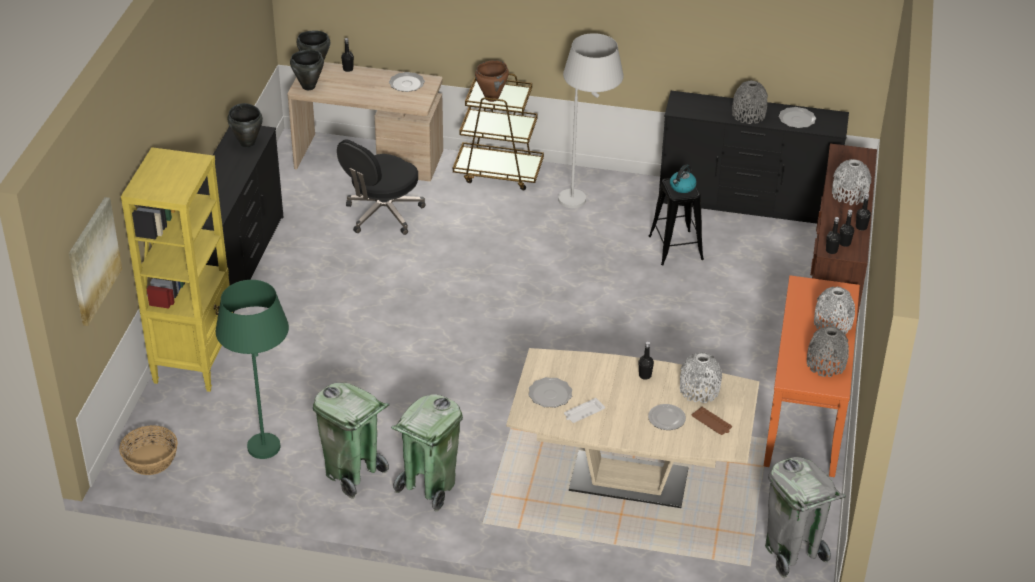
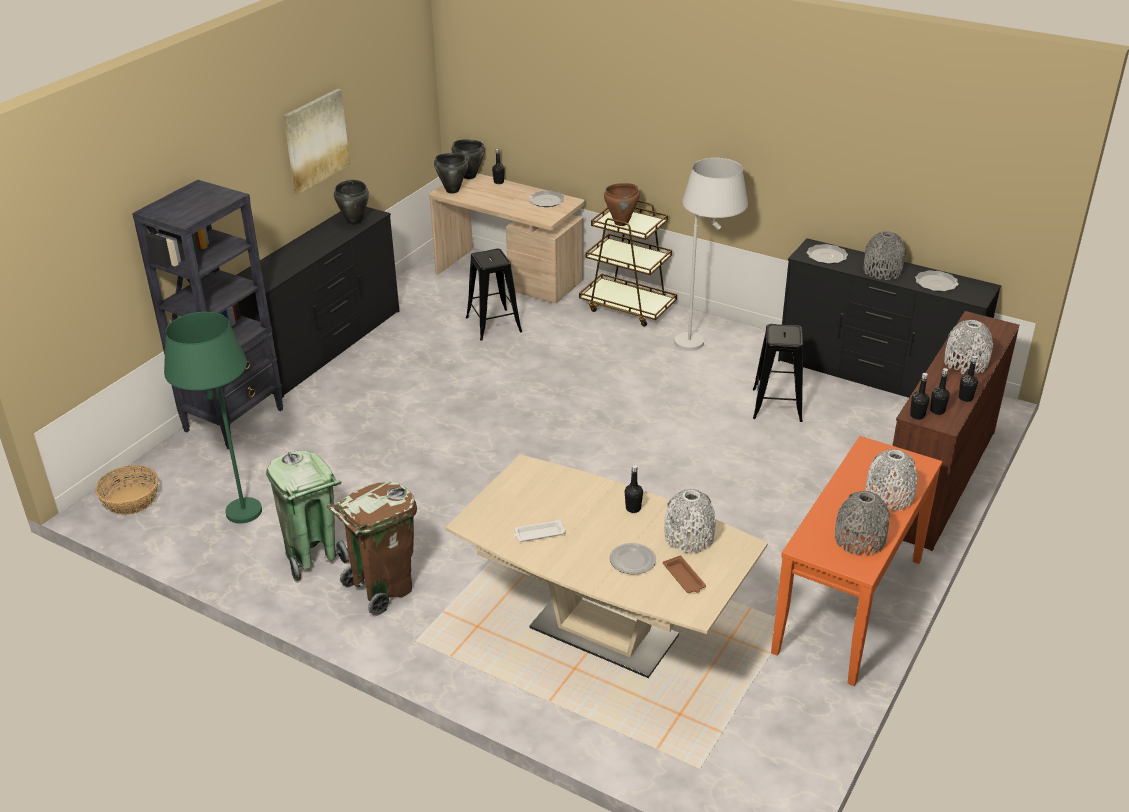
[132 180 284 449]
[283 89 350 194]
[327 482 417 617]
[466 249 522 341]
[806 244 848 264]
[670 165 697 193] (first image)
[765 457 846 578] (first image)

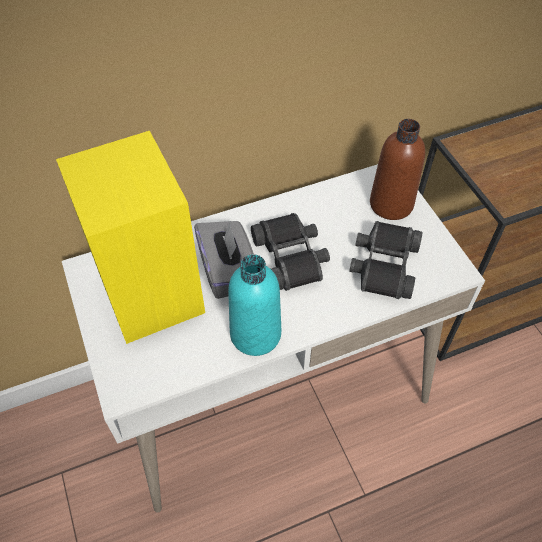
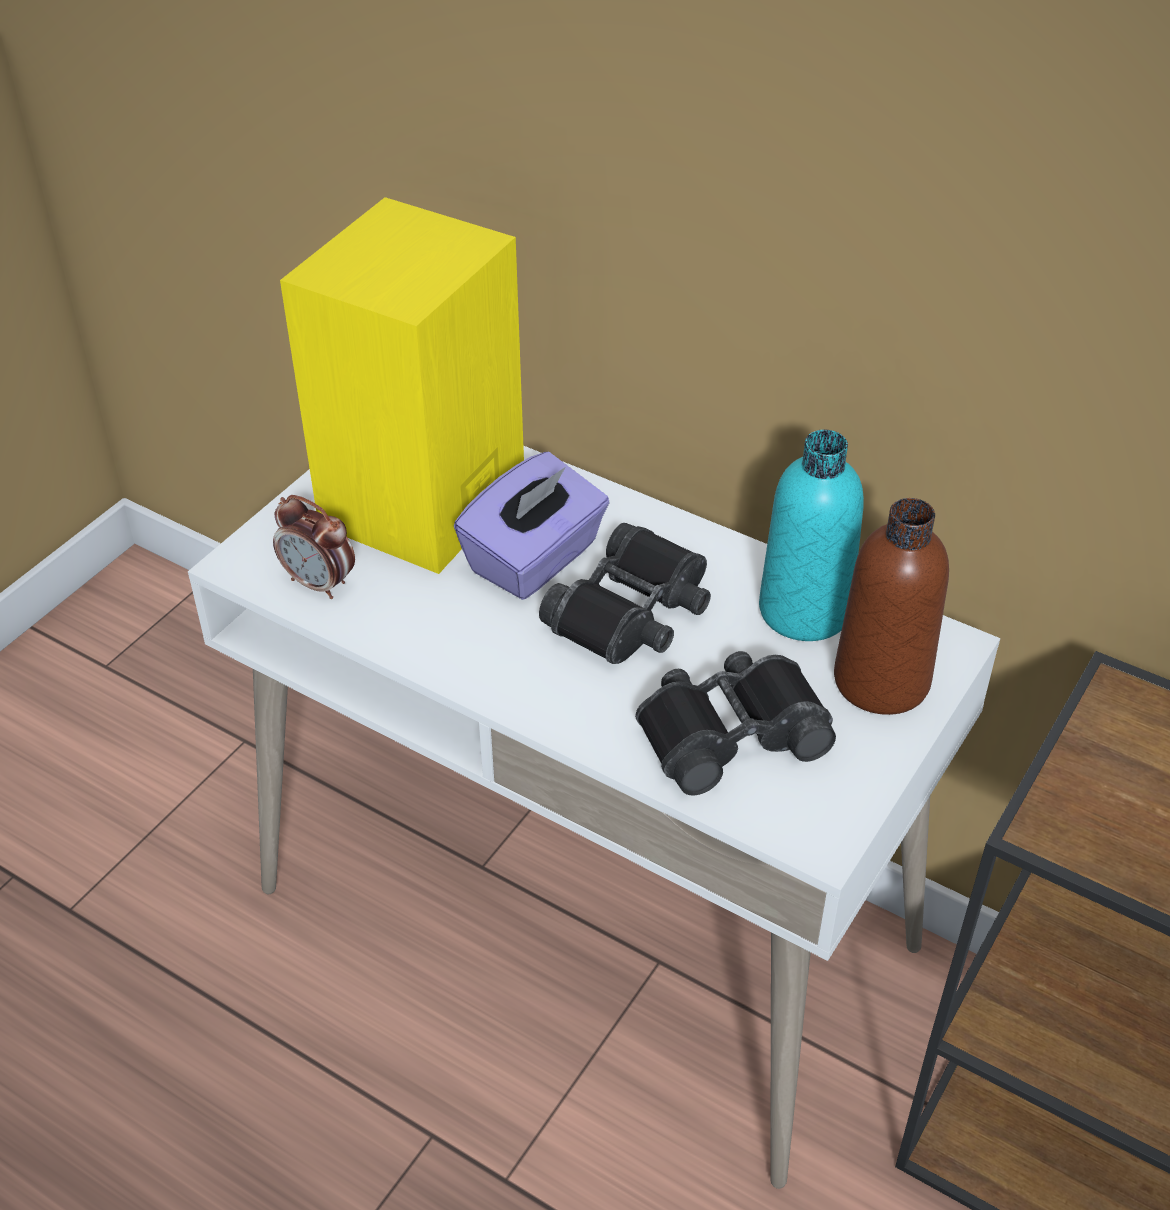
[273 495 355 599]
[454 452 610 600]
[759 430 864 641]

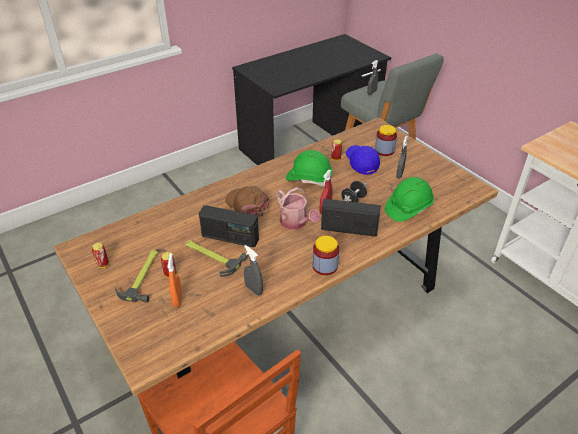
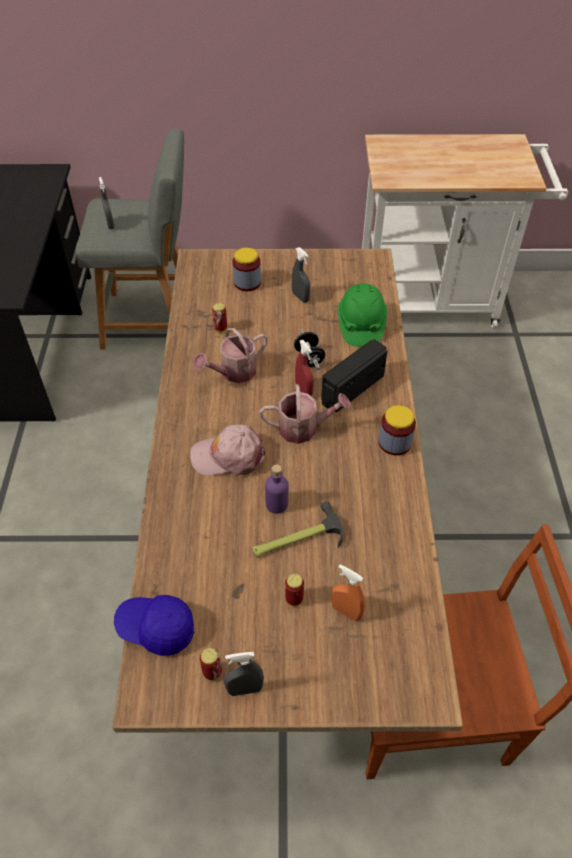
[114 595 194 656]
[190 425 266 476]
[193 328 268 383]
[224 652 264 696]
[265 464 288 514]
[115 250 158 303] (first image)

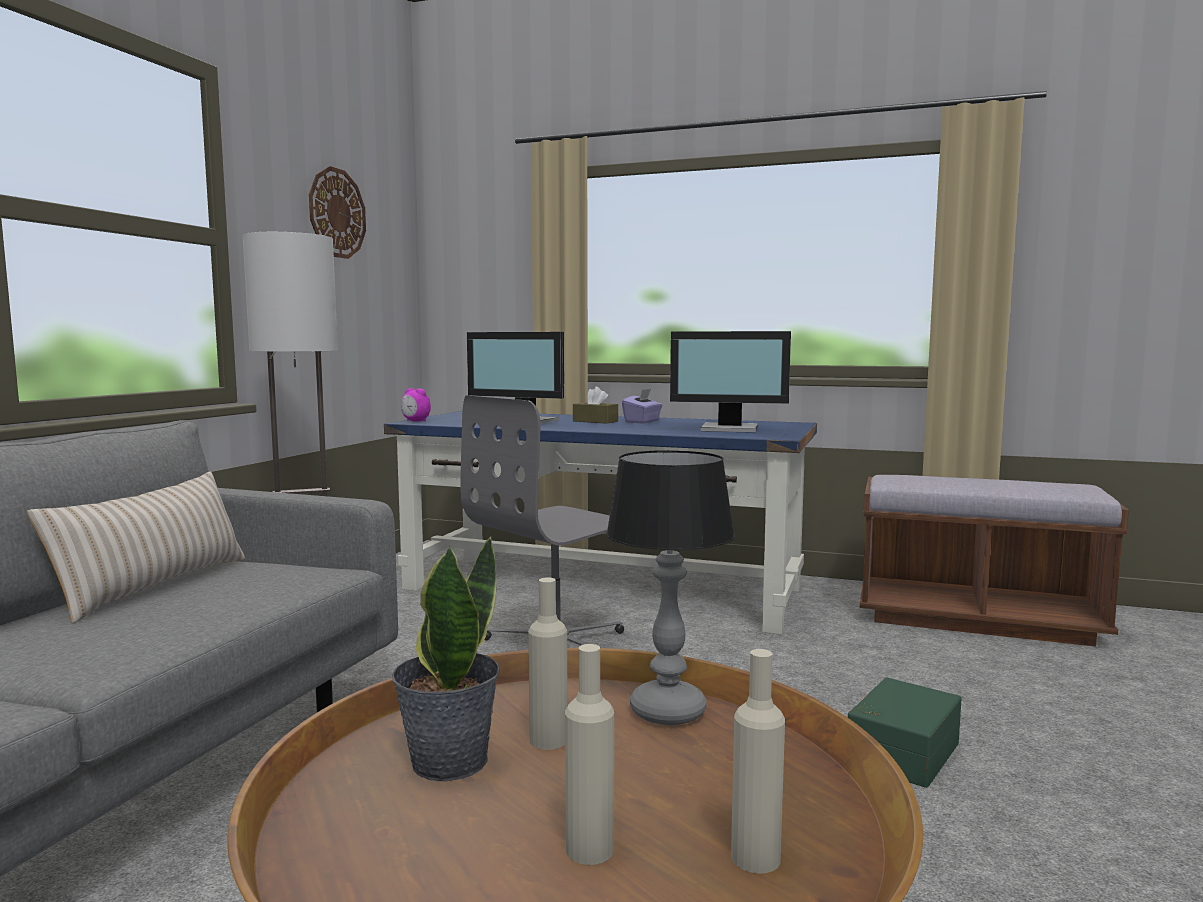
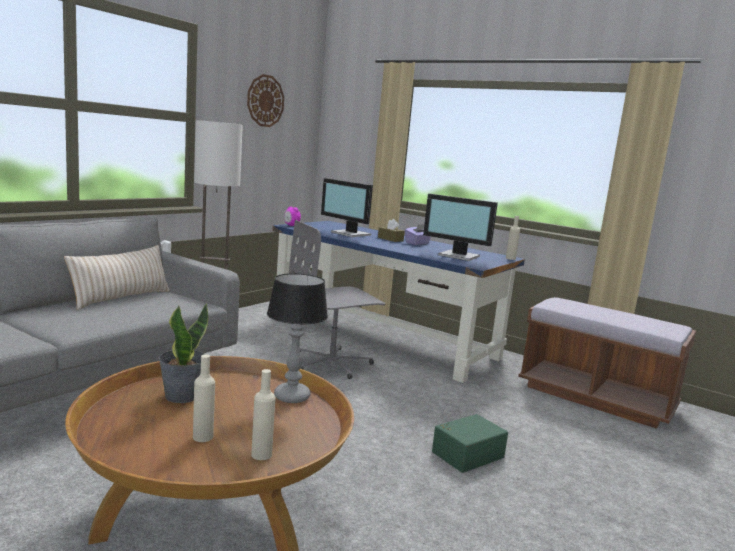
[506 216 520 260]

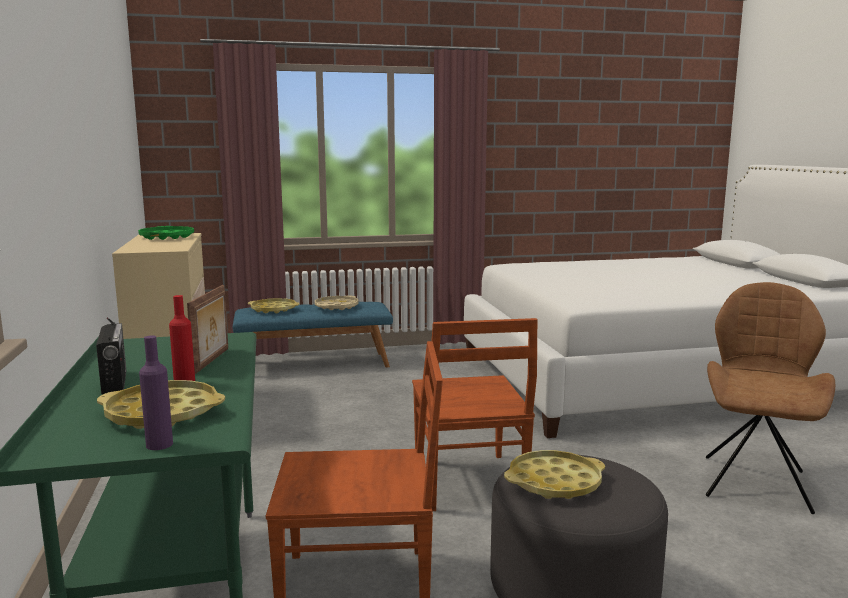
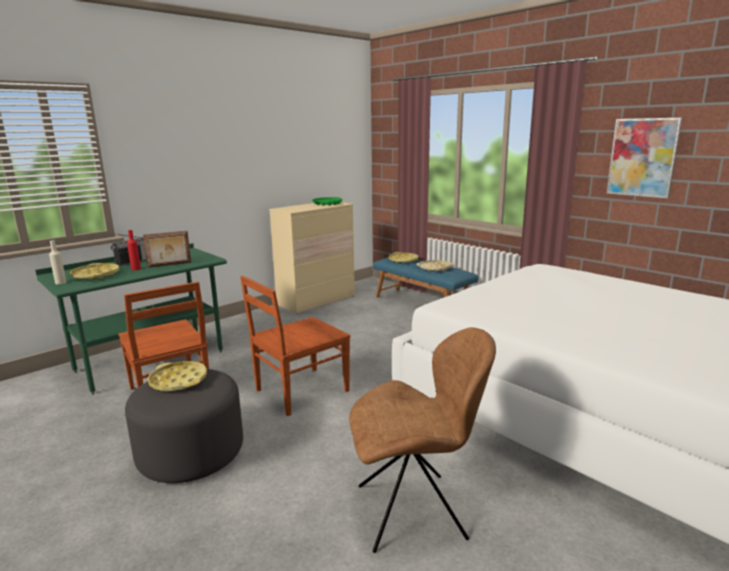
[49 240 66 285]
[607 118 682 198]

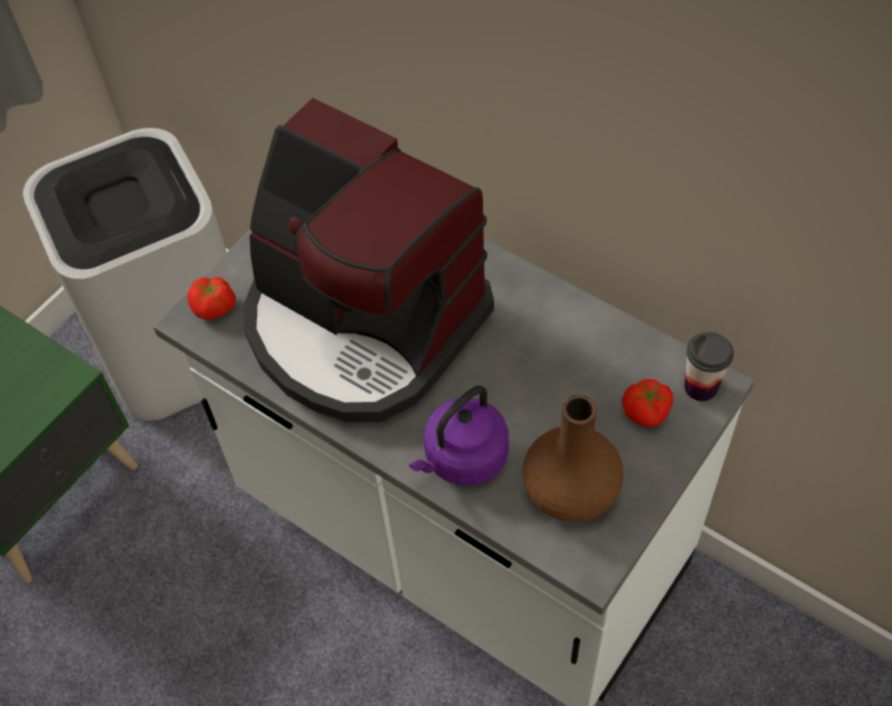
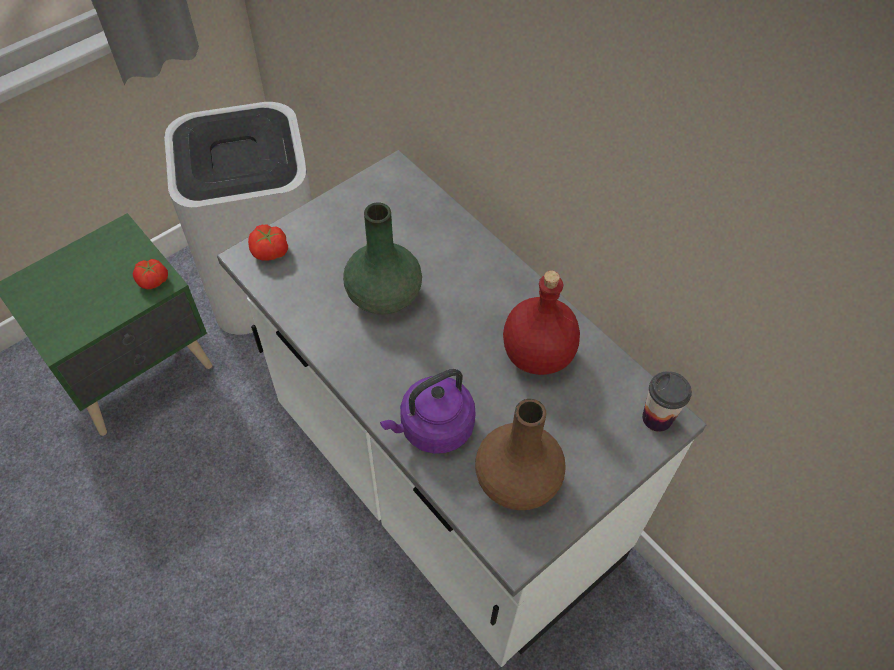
[133 259 168 289]
[343 202 422 315]
[503 270 580 375]

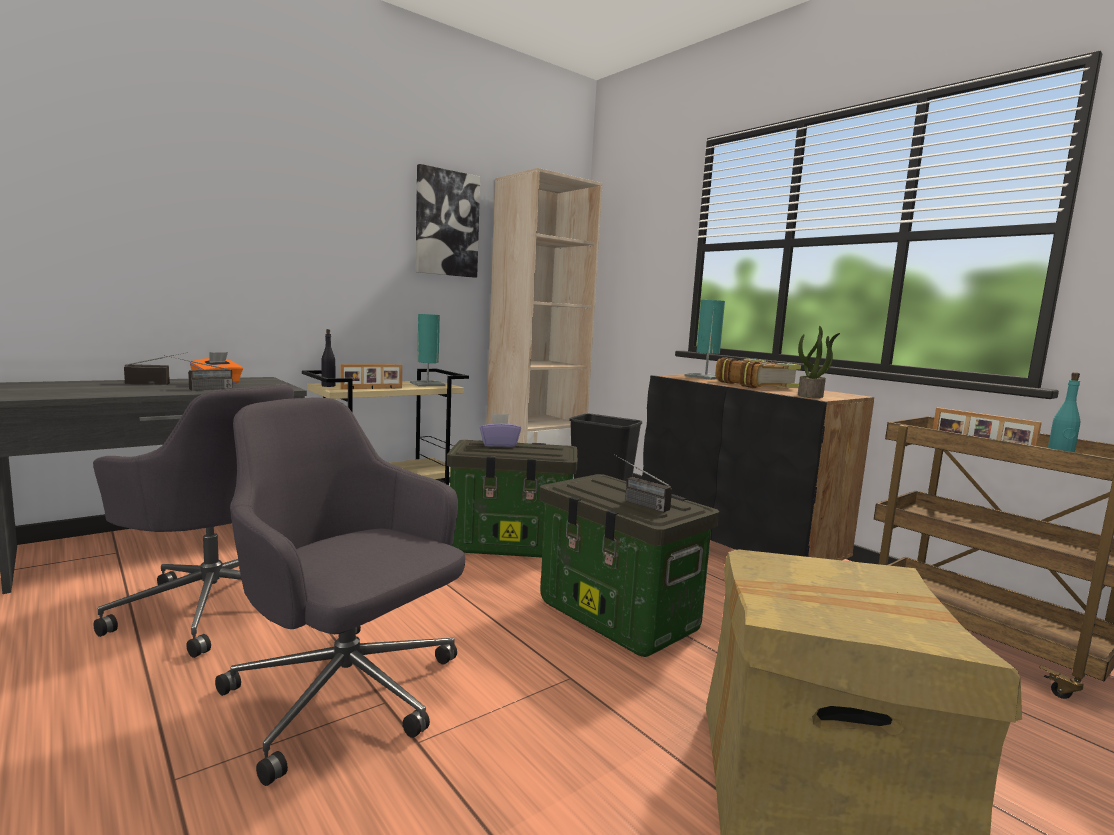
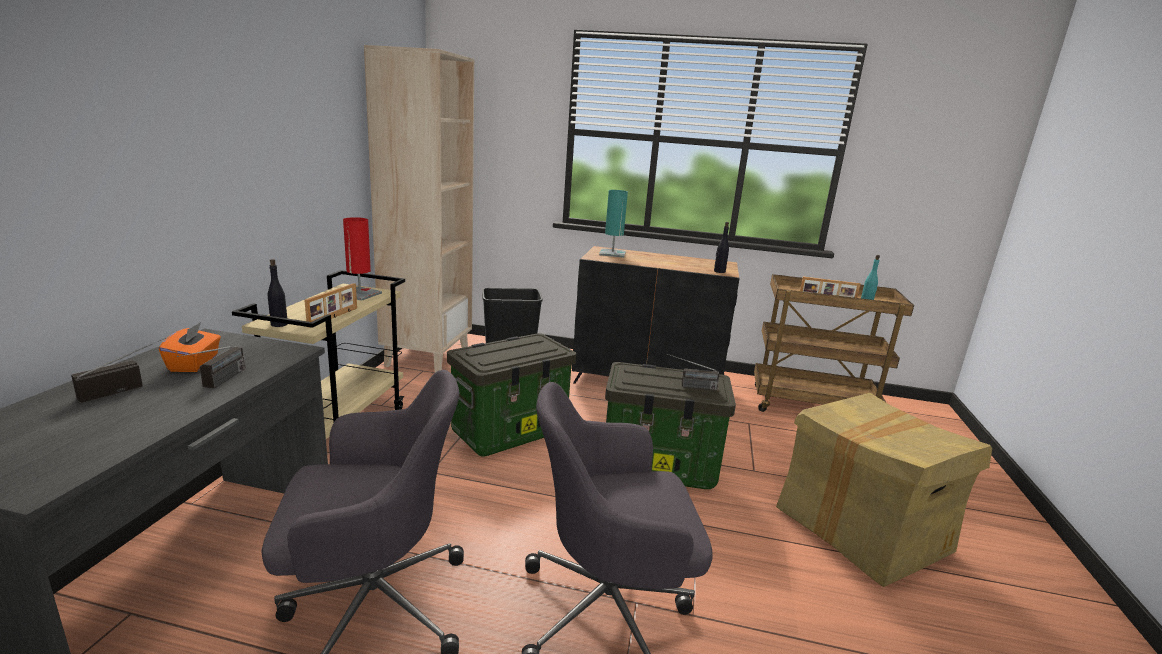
[343 217 382 301]
[714 222 729 273]
[415 164 480 278] (first image)
[480 414 521 447] (first image)
[715 357 801 388] (first image)

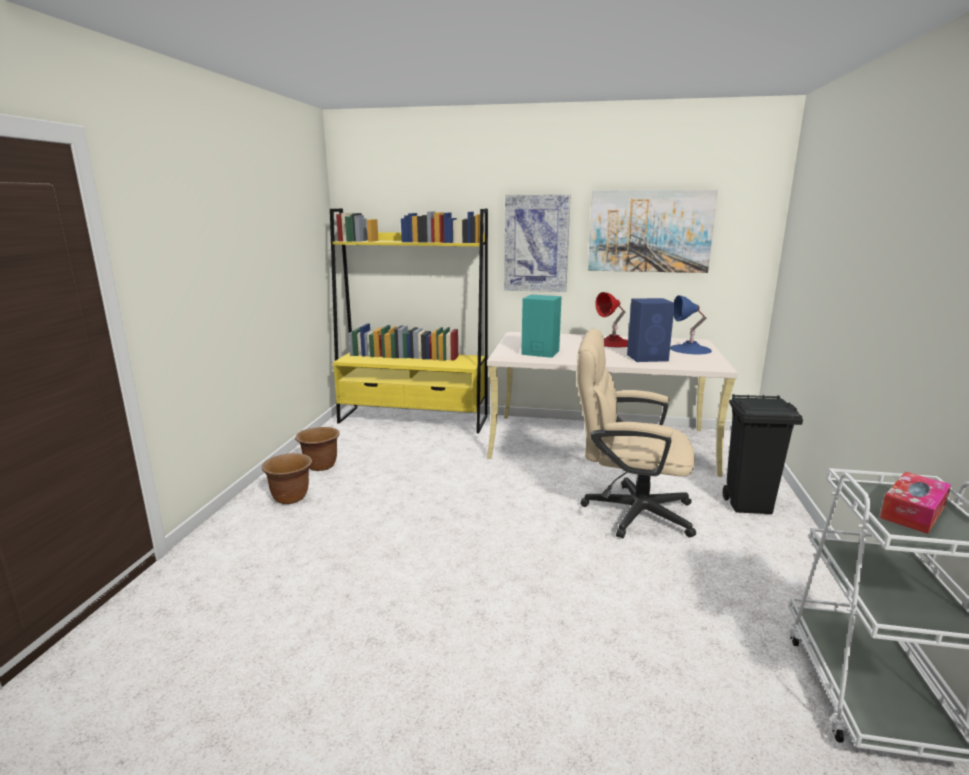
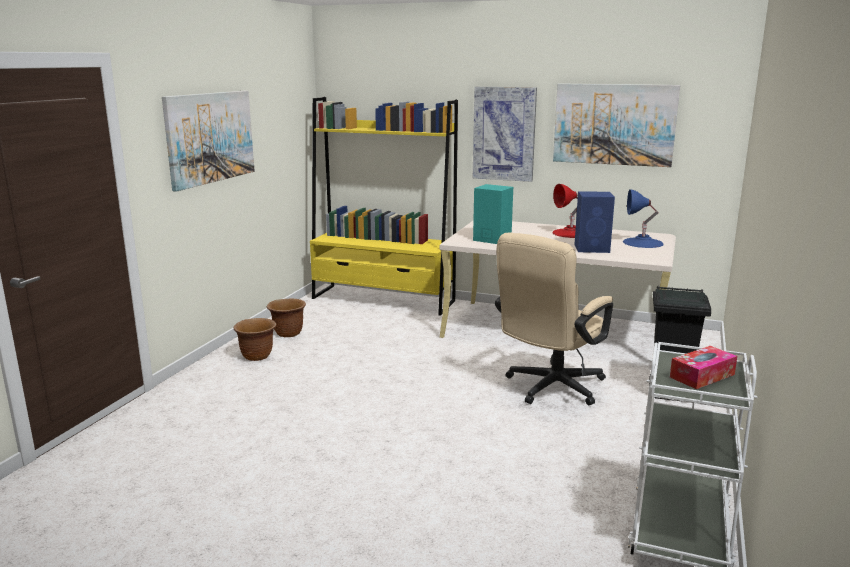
[162 91 255 192]
[495 233 613 405]

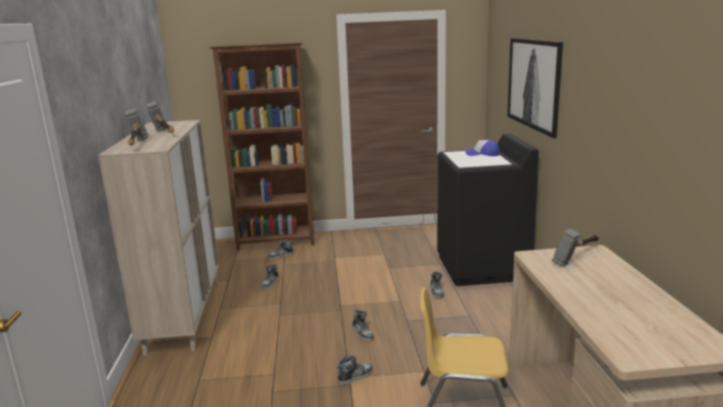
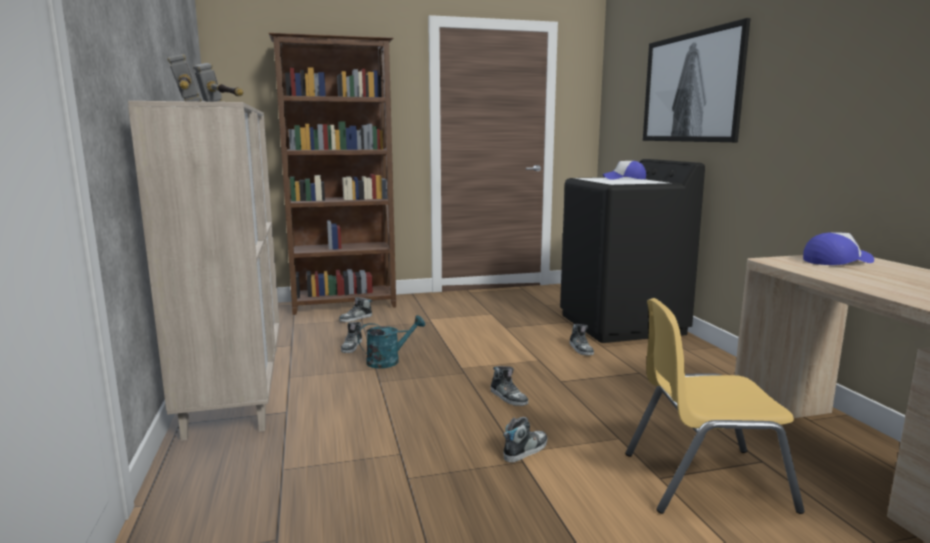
[358 315 425 369]
[803 233 874 265]

